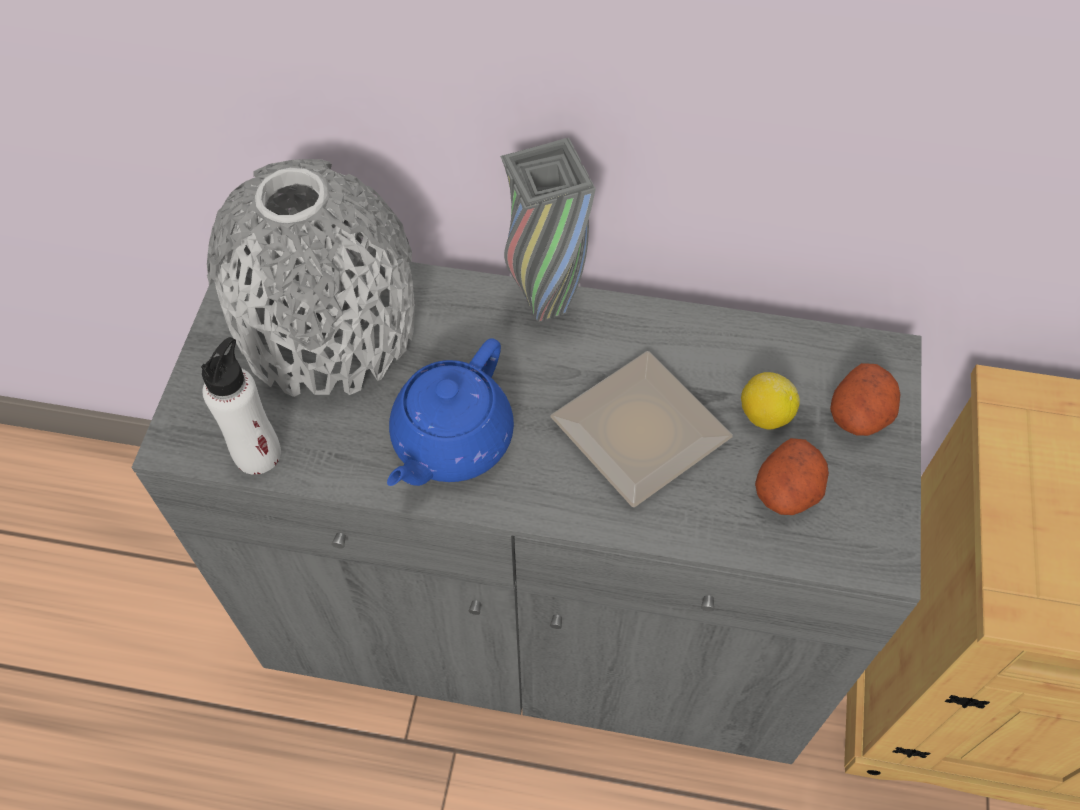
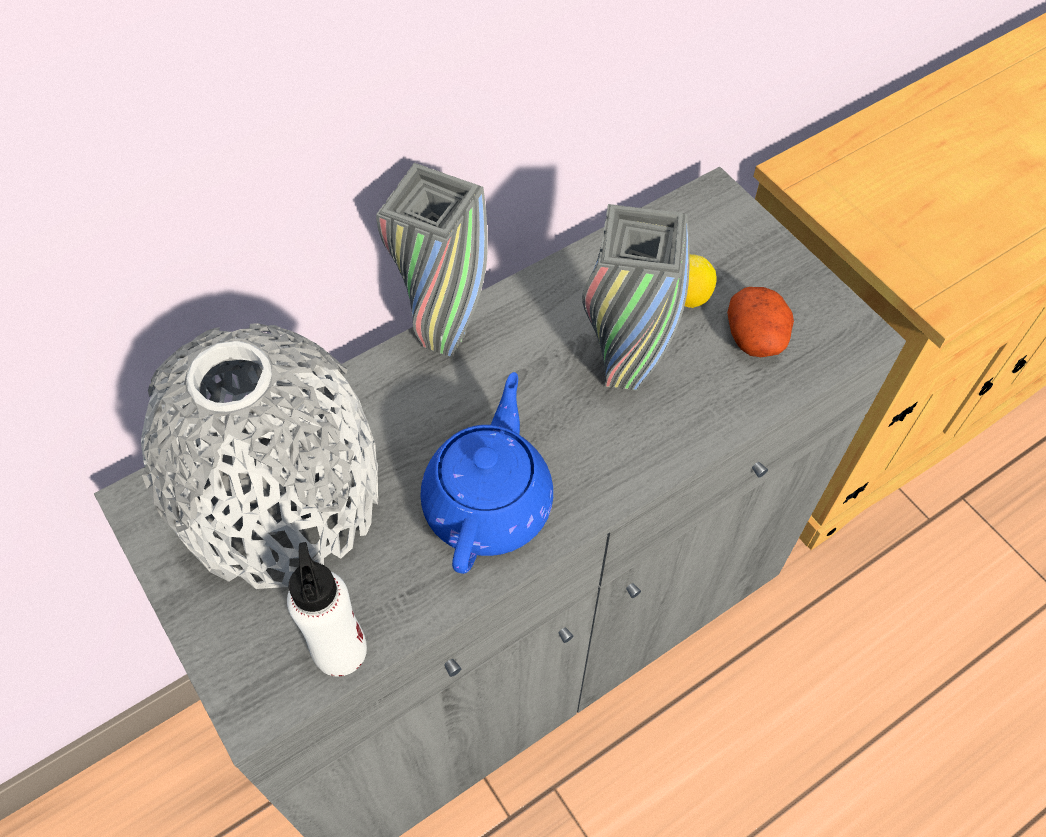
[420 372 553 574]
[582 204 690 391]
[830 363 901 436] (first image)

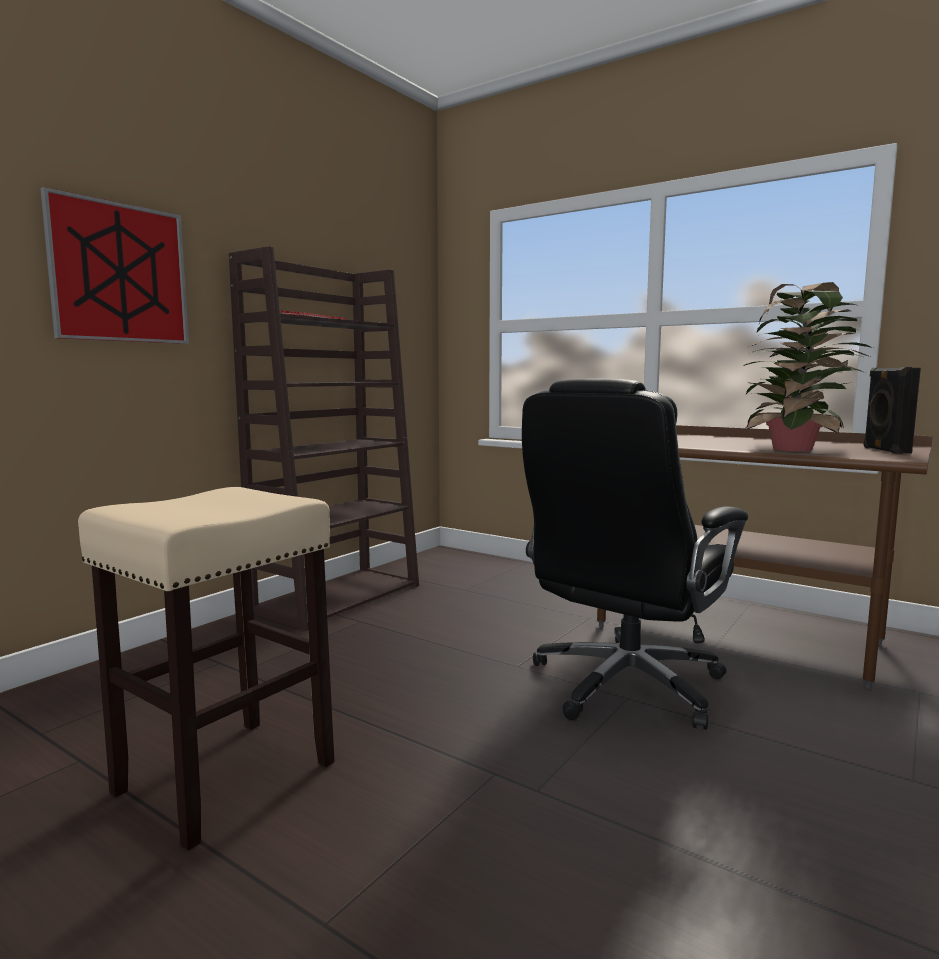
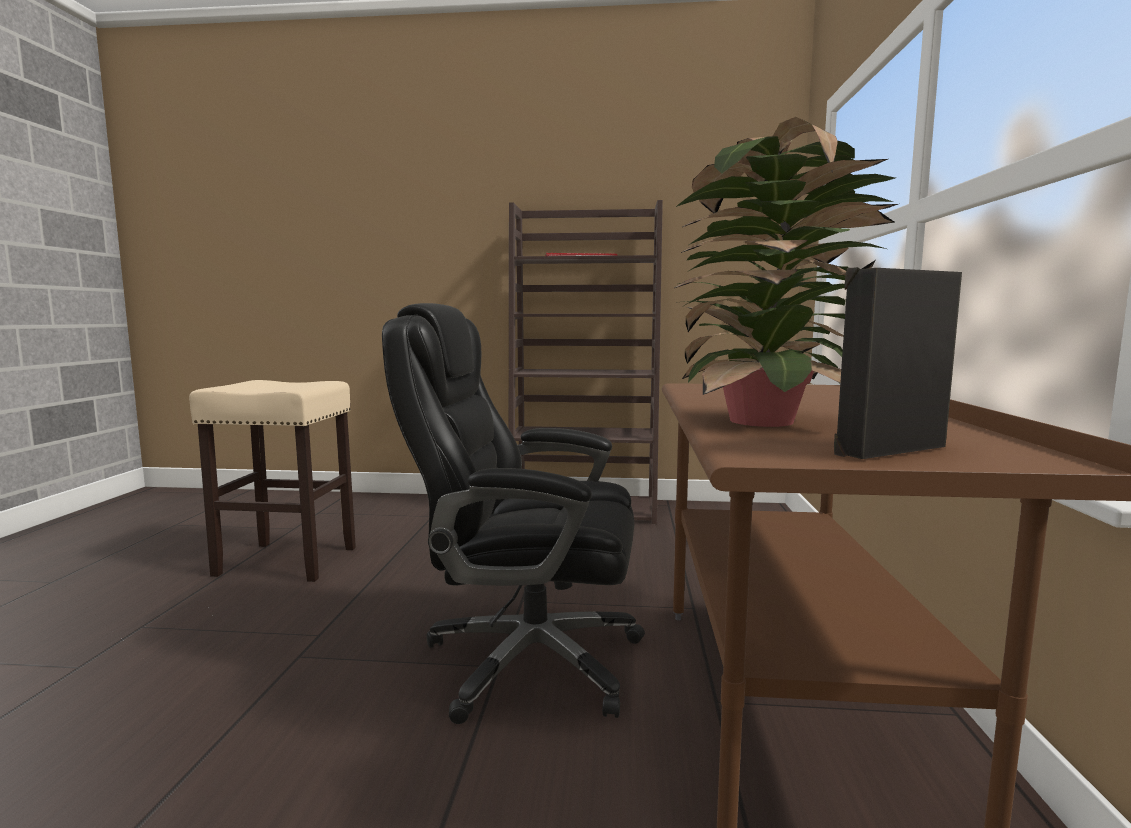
[41 187 189 344] (first image)

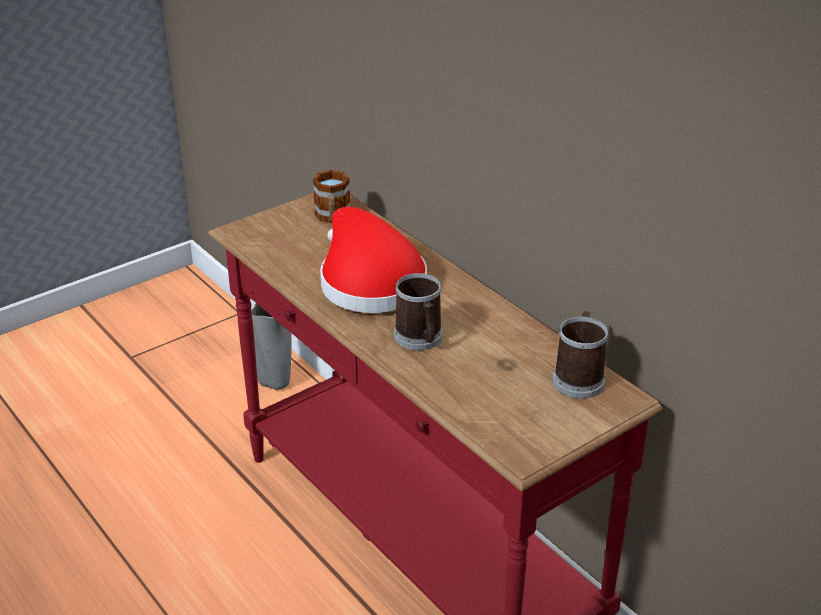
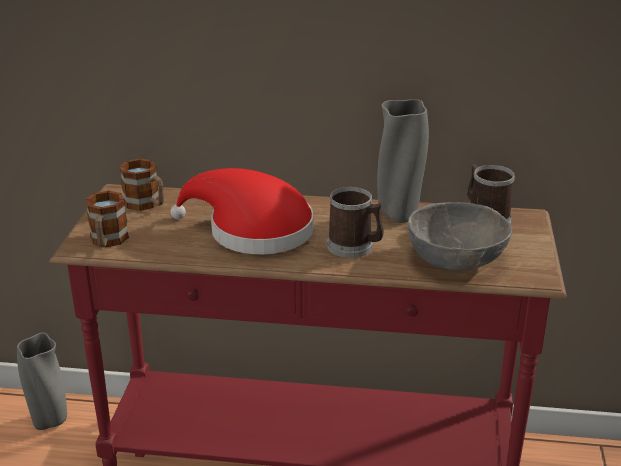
[85 191 129 247]
[377 99 429 223]
[408 202 512 271]

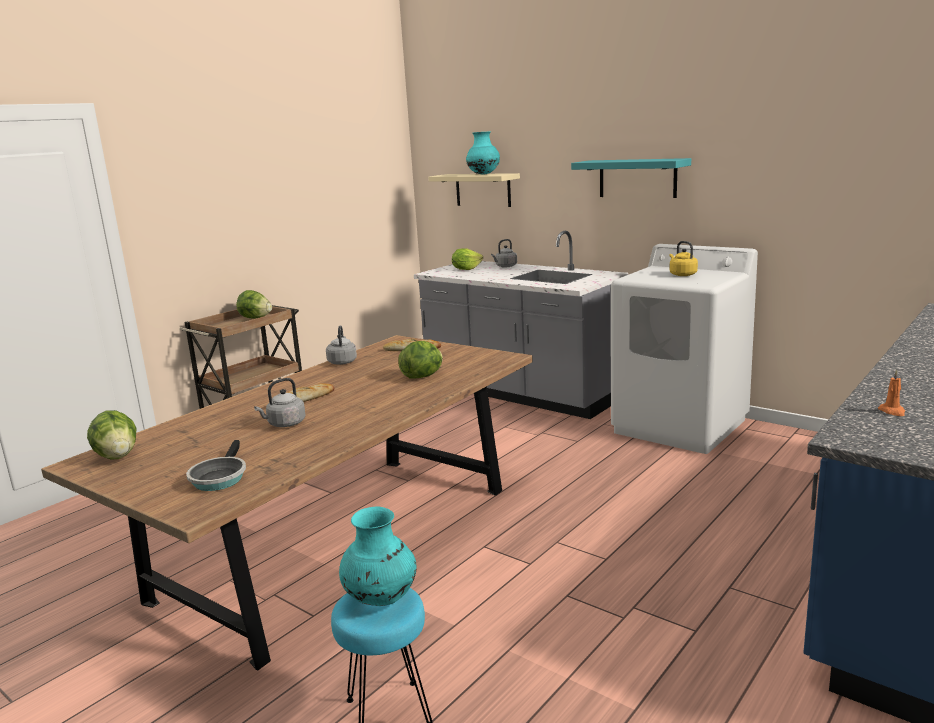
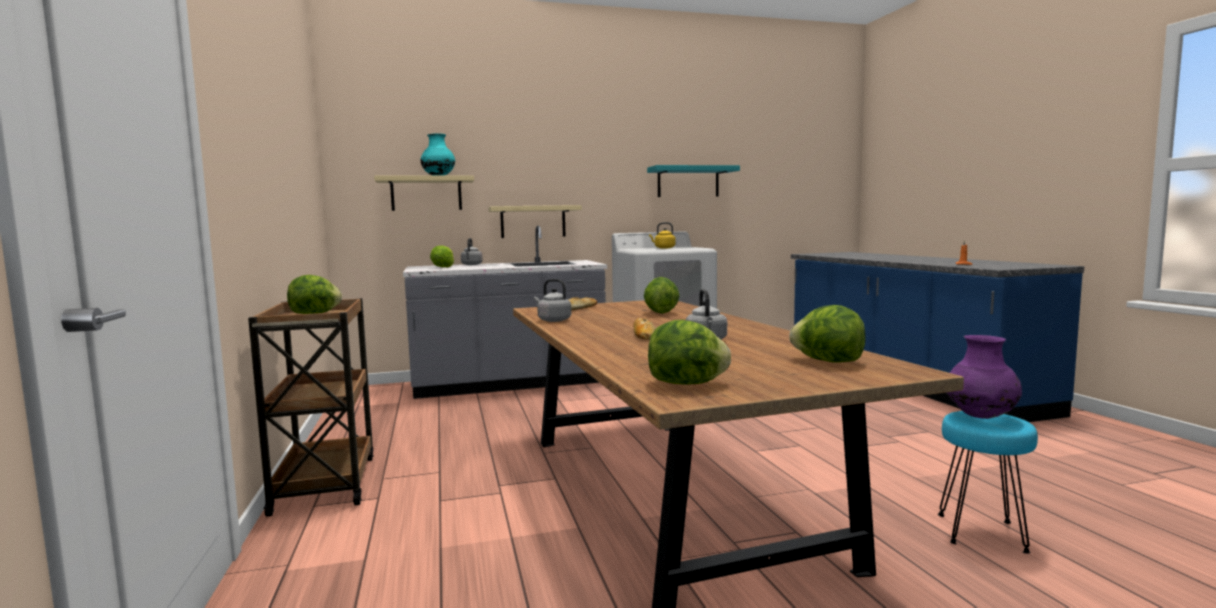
[488 205 582 238]
[647 165 740 197]
[789 305 866 363]
[946 335 1022 419]

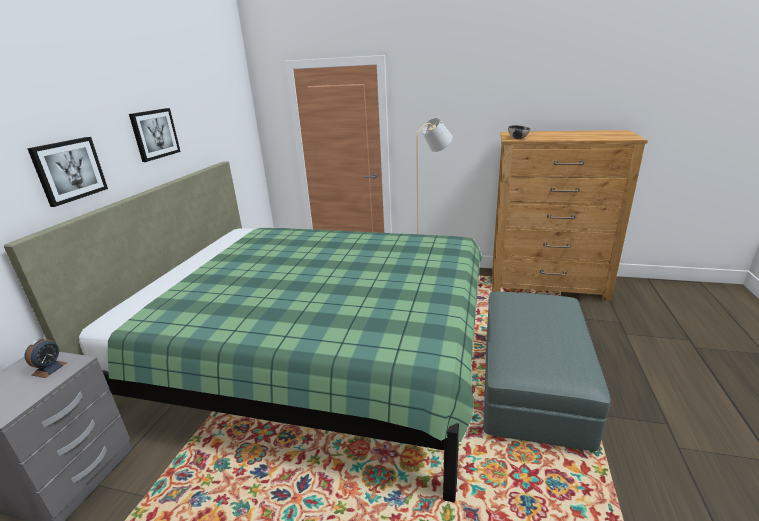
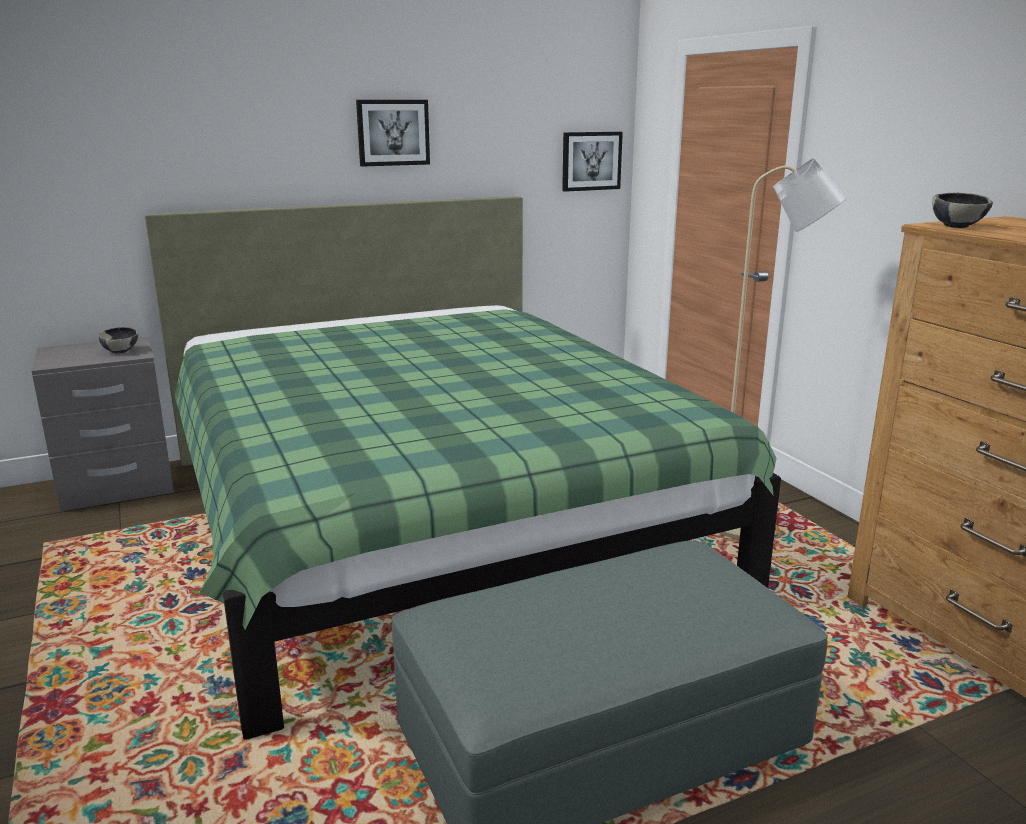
[98 327 138 353]
[562 132 623 192]

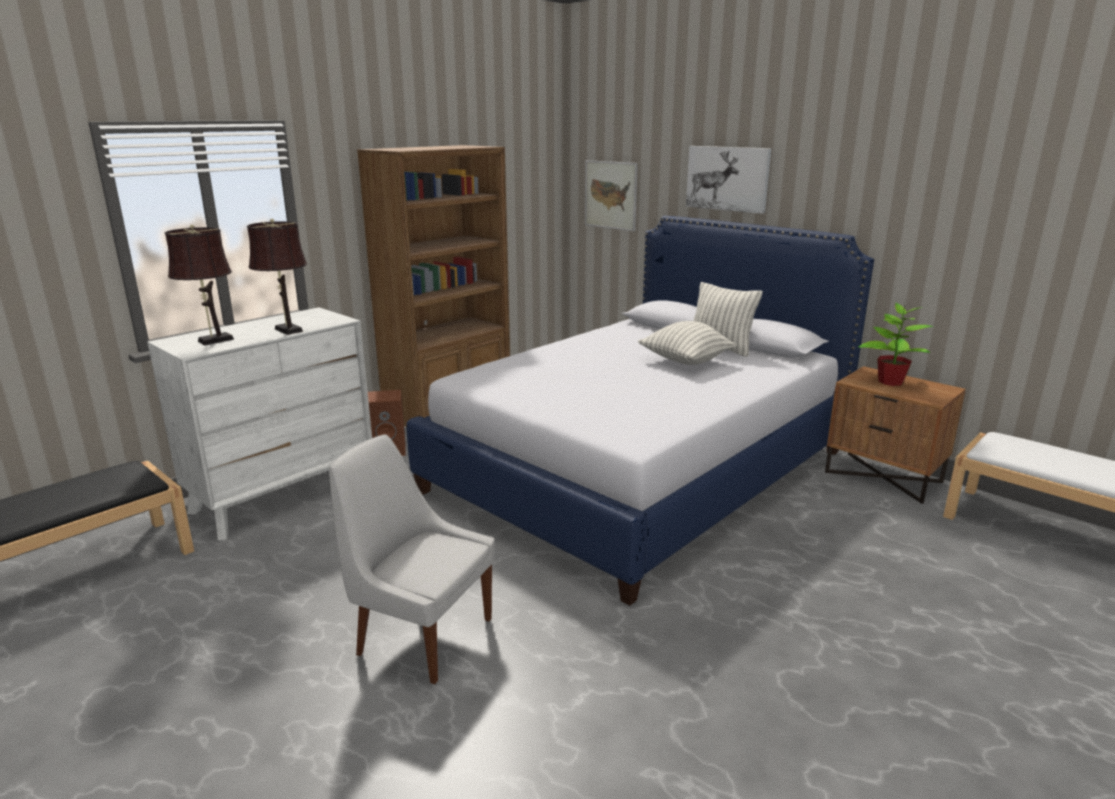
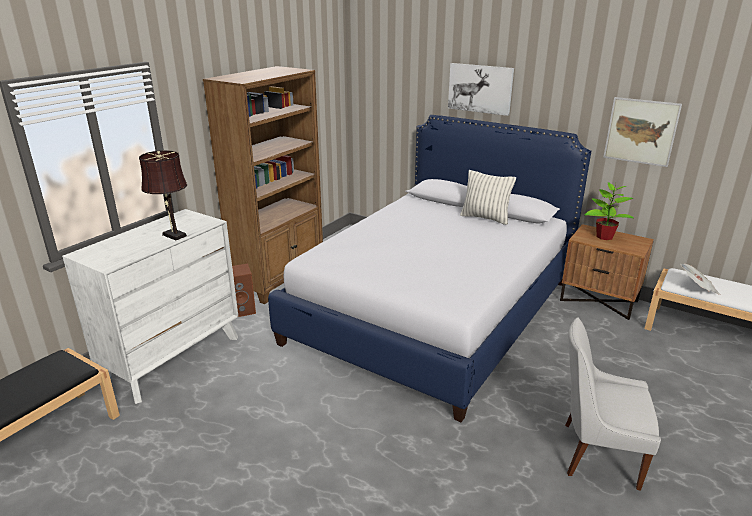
[565 318 661 491]
[603 97 682 167]
[680 263 721 295]
[164 225 234 345] (first image)
[638 321 737 365] (first image)

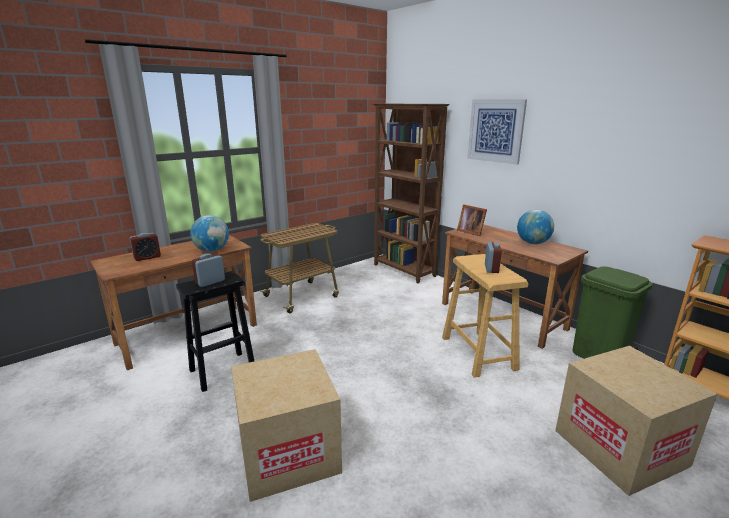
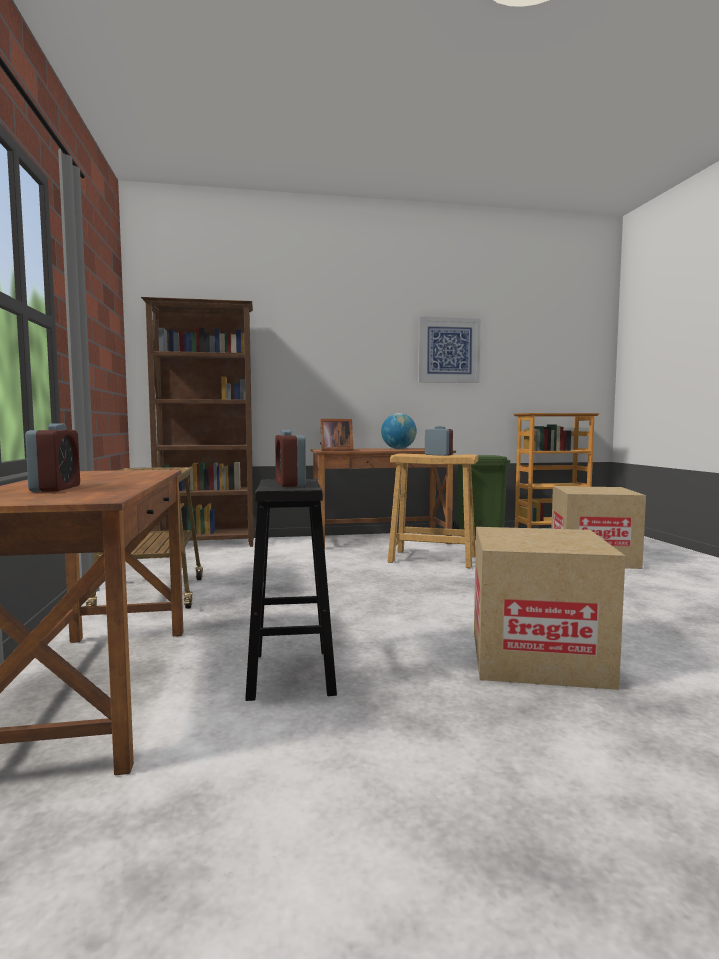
[418 317 481 383]
[190 215 229 252] (first image)

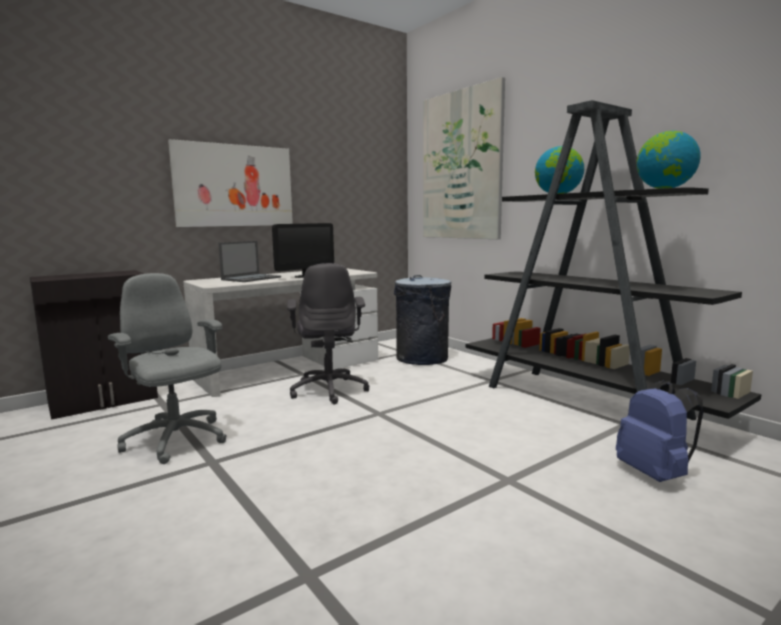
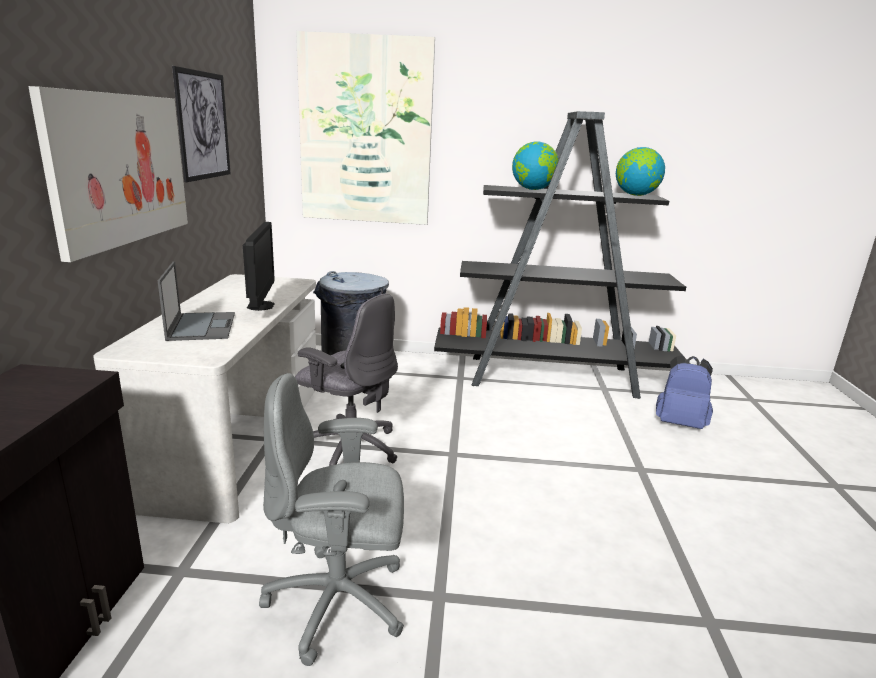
[172 66 231 182]

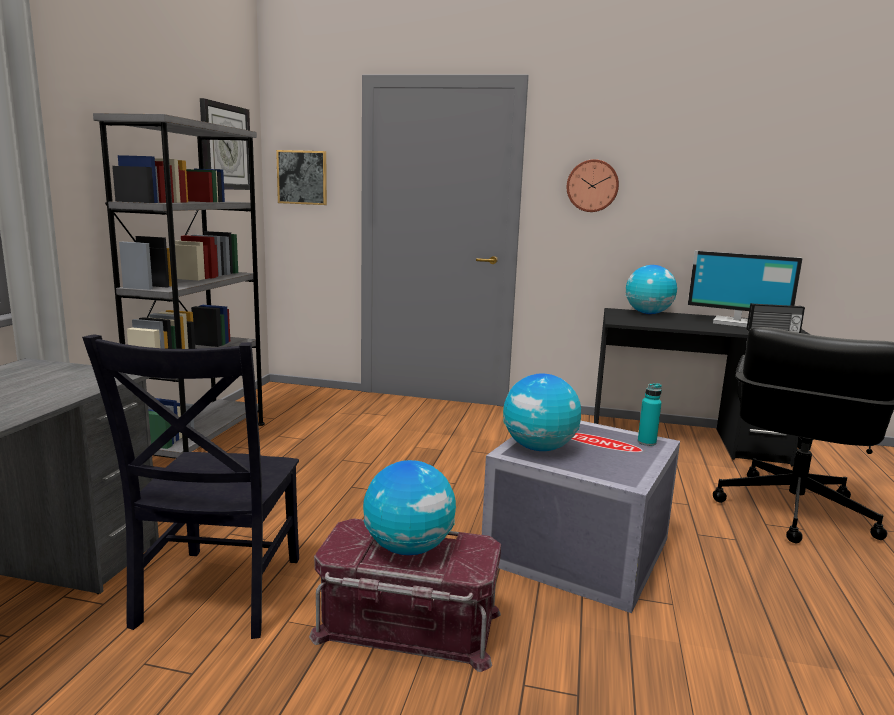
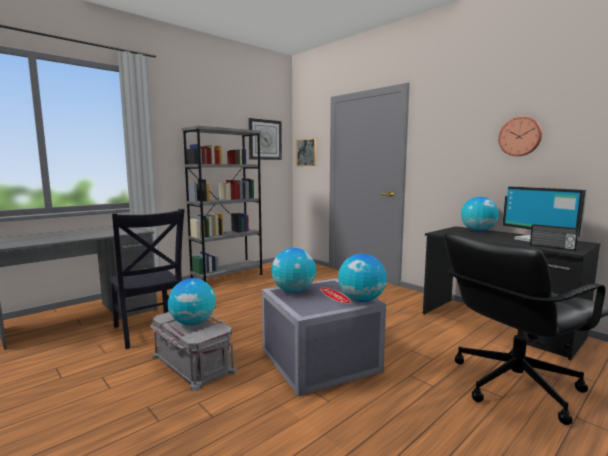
[108 209 185 349]
[150 312 237 391]
[338 254 386 302]
[498 117 542 156]

